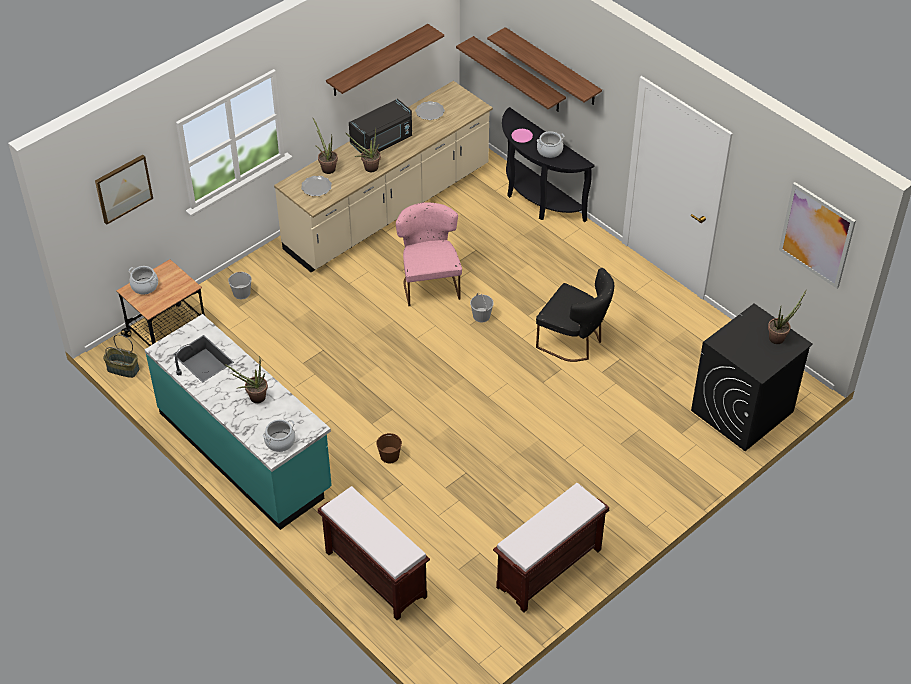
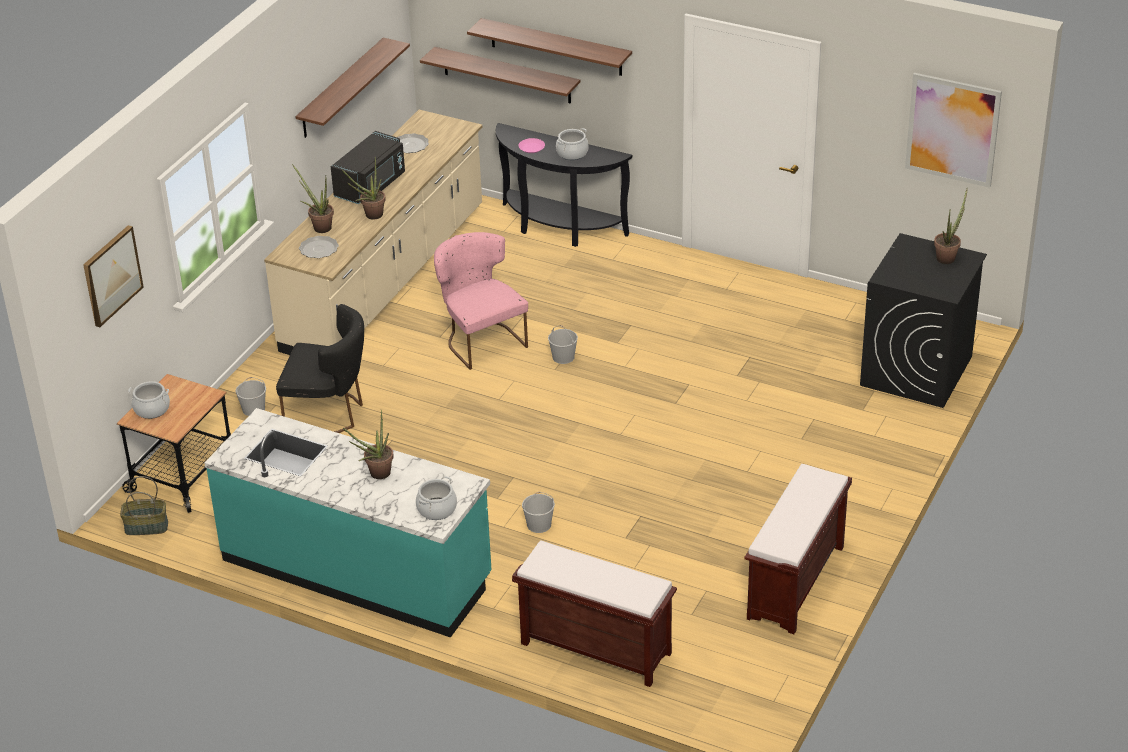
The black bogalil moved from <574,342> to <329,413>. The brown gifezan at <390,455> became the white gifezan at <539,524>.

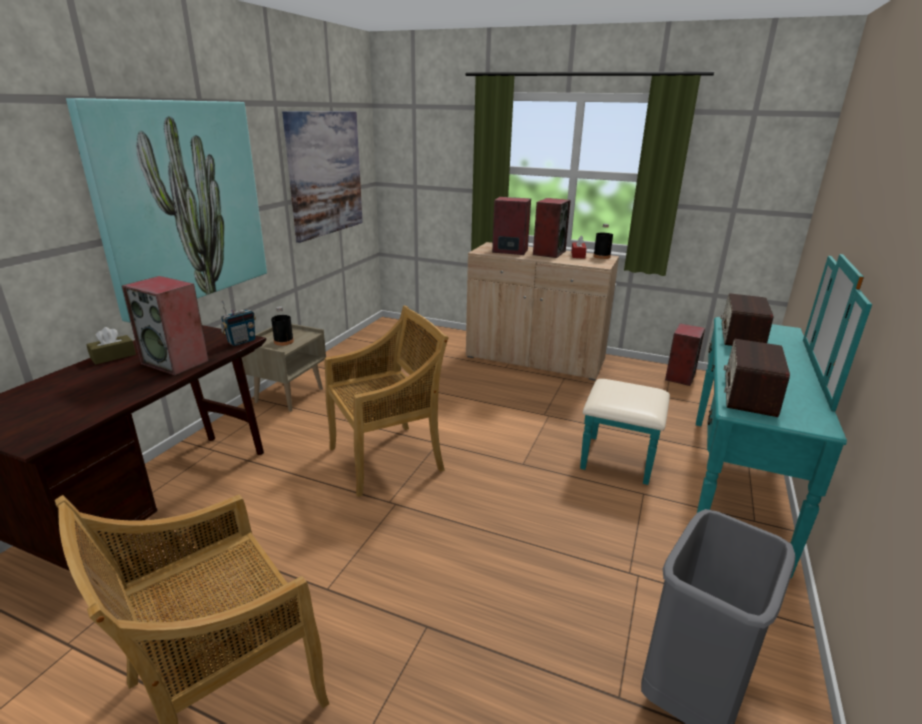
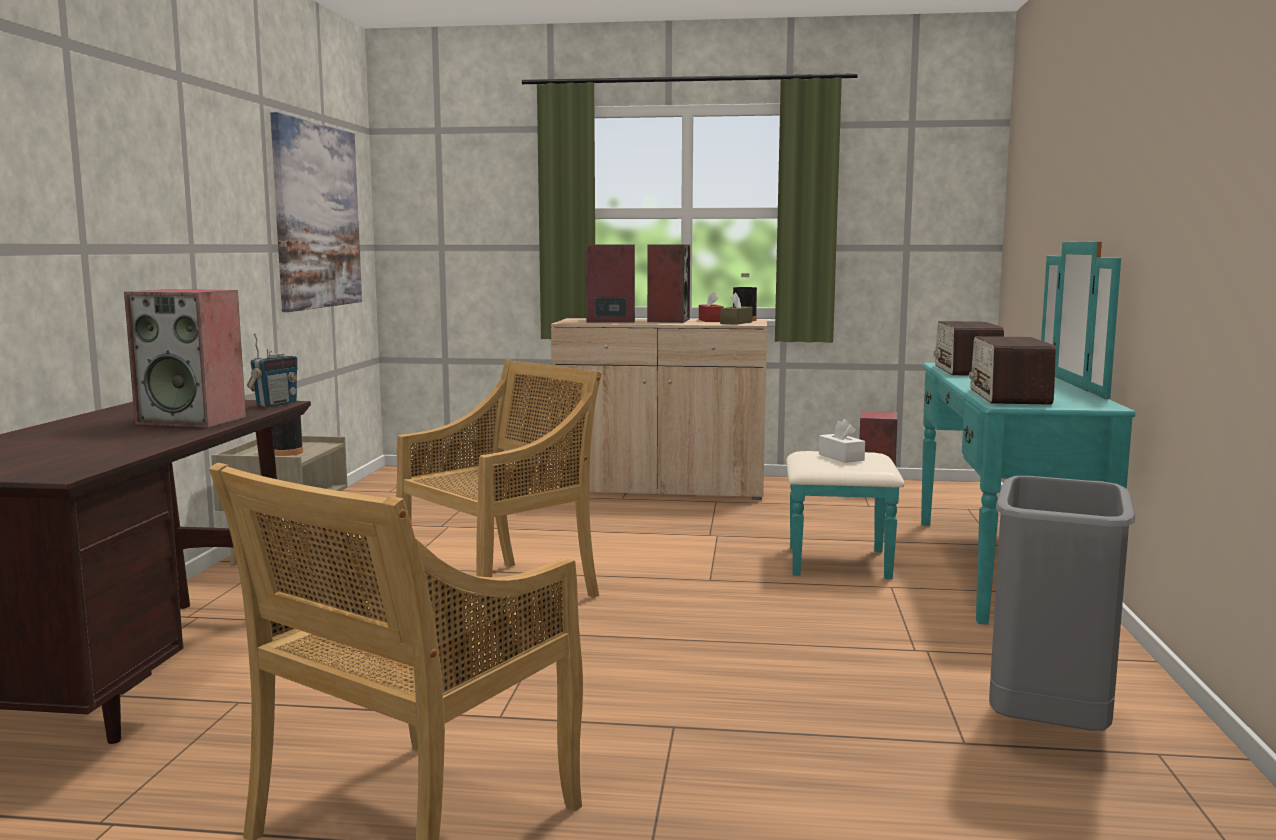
The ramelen at <182,203> disappeared. The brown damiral moved from <113,356> to <736,323>. The white damiral at <841,457> appeared.

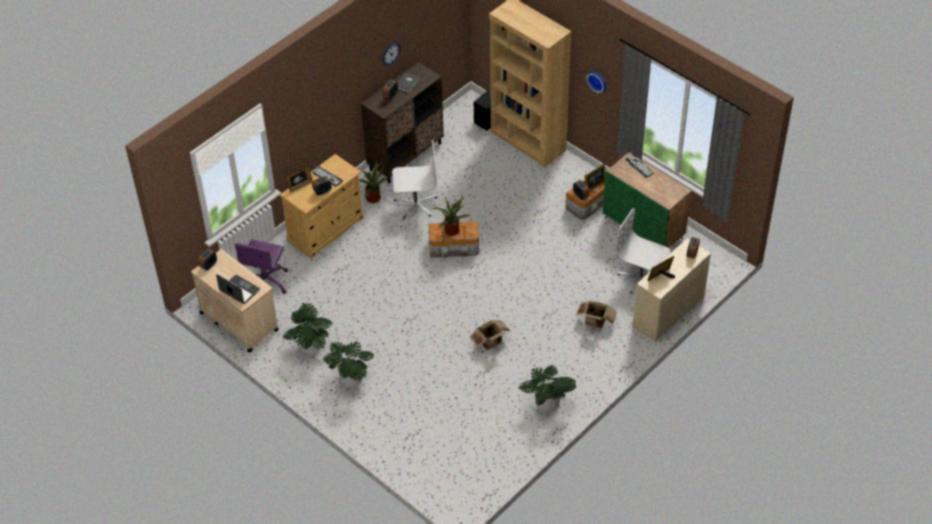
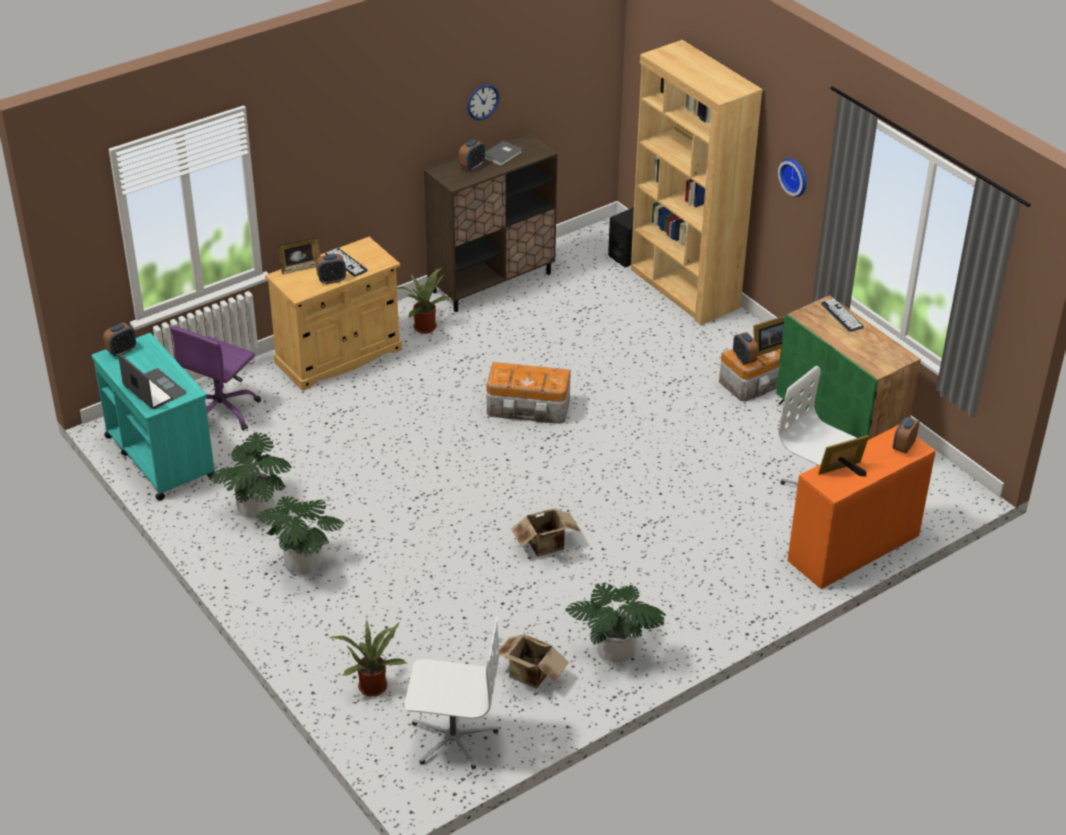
The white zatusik moved from <415,204> to <452,738>. The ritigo moved from <451,229> to <373,684>. The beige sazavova at <667,311> became the orange sazavova at <852,548>. The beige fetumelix at <238,321> became the turquoise fetumelix at <160,456>. The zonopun moved from <595,322> to <530,676>.

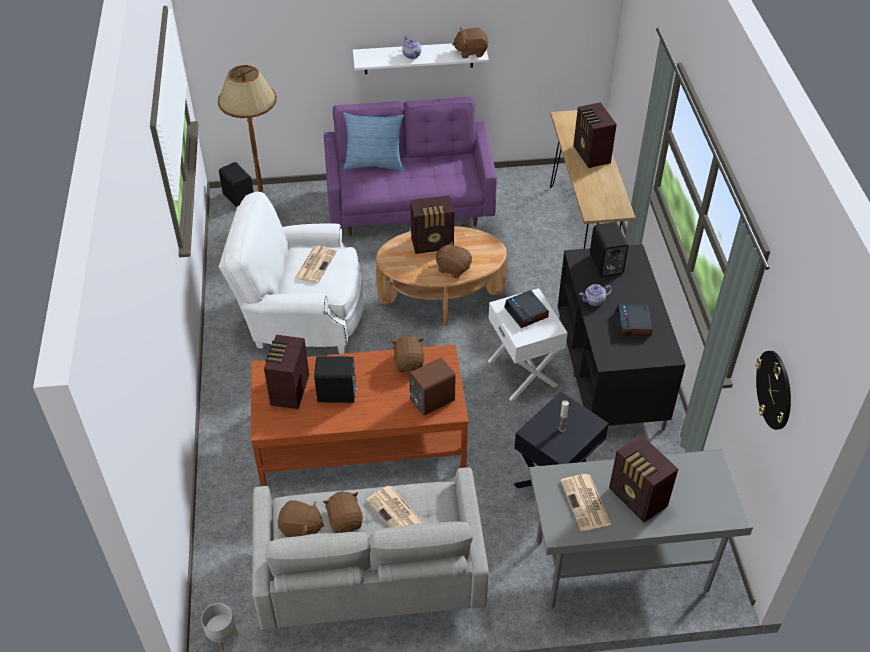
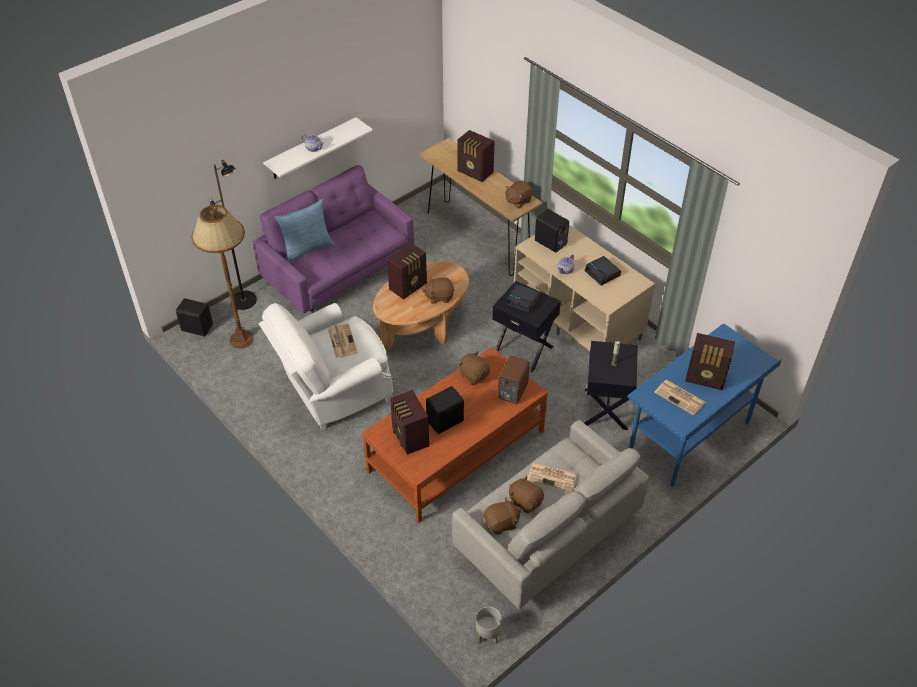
The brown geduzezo moved from <470,52> to <518,201>. The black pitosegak at <611,373> became the beige pitosegak at <578,321>. The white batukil at <523,373> became the black batukil at <524,349>. The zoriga at <774,389> disappeared. The grey sazavova at <620,568> became the blue sazavova at <689,438>. The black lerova at <244,301> appeared.

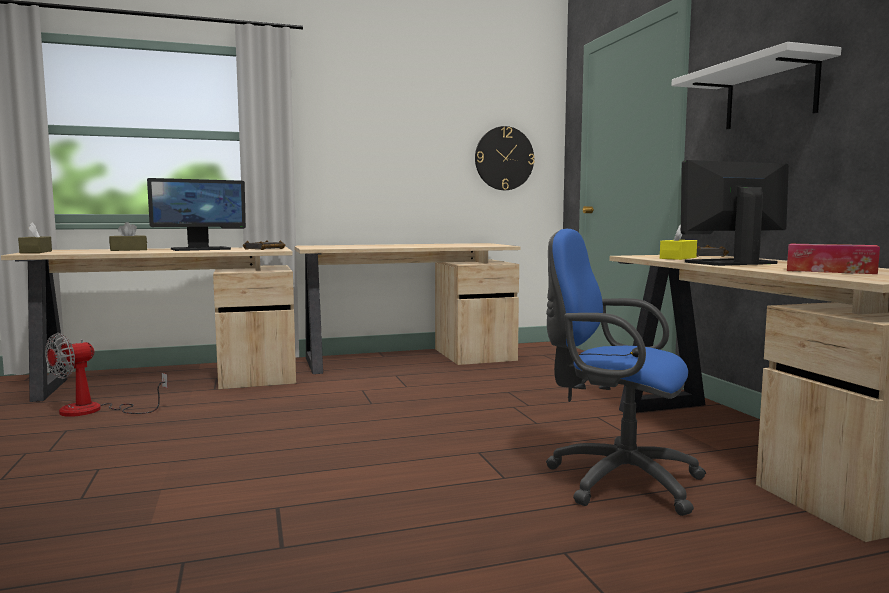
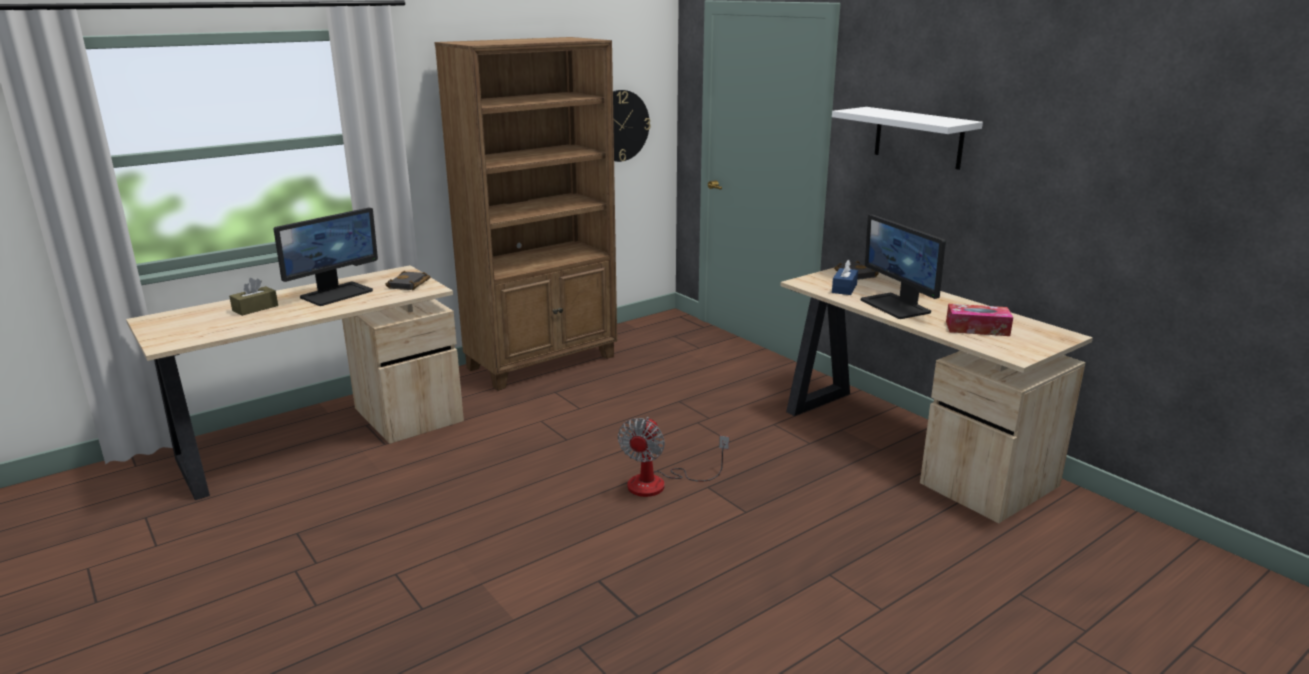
The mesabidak at <731,263> turned 75 degrees counterclockwise. The brown damiral at <36,252> disappeared. The yellow damiral at <678,258> became the blue damiral at <844,288>. The blue zatusik at <615,480> disappeared. The beige sazavova at <406,359> was replaced by the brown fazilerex at <543,362>. The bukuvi moved from <94,410> to <659,483>.

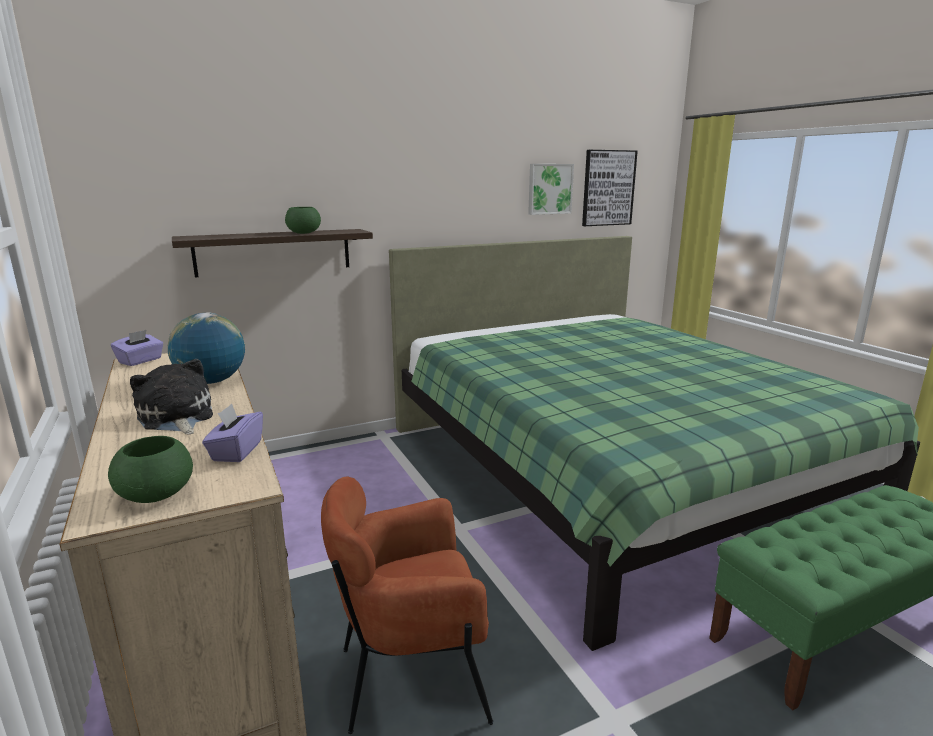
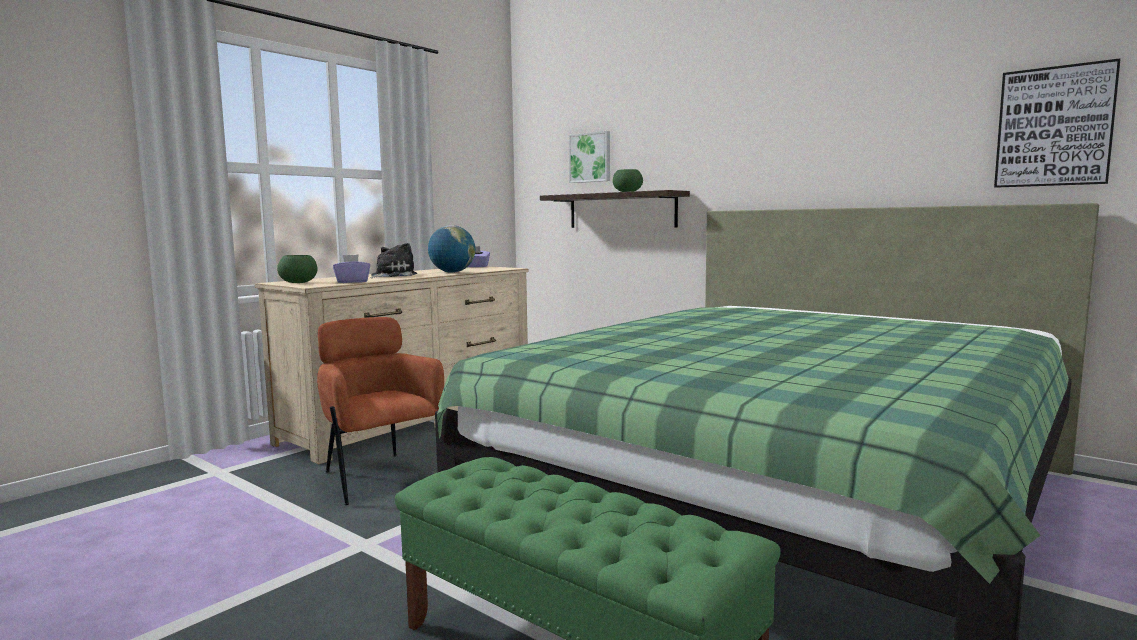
The ramelen moved from <549,189> to <590,157>.

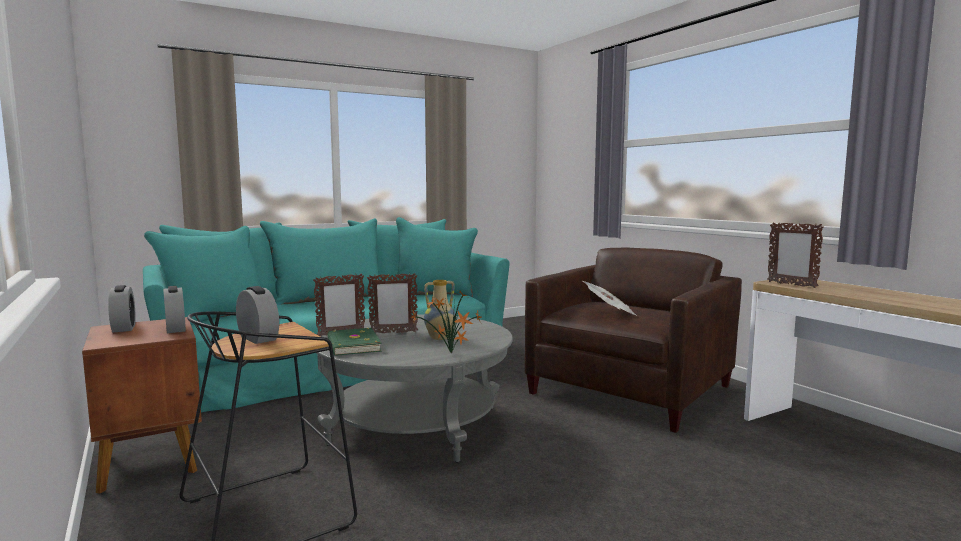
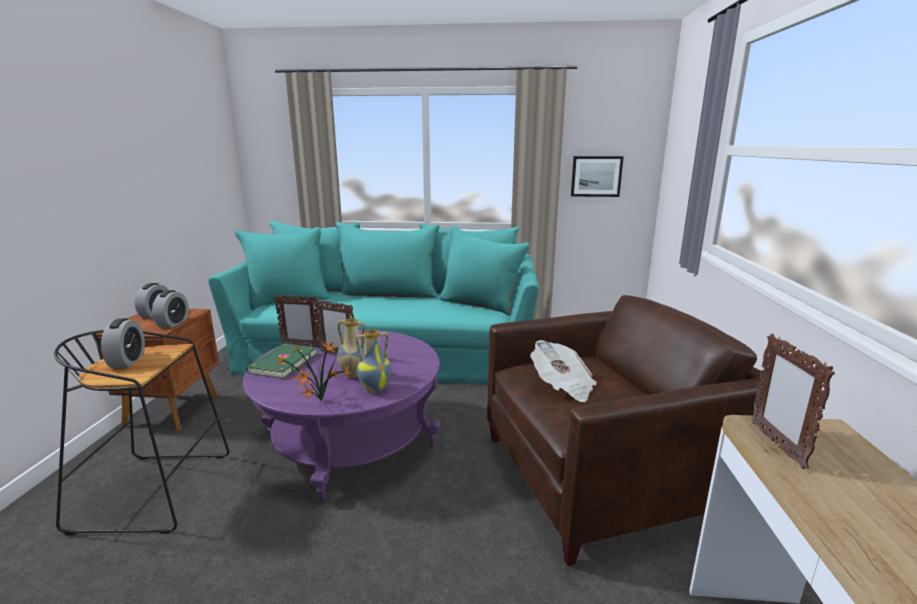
The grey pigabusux at <415,425> became the purple pigabusux at <351,441>. The ramelen at <596,176> appeared. The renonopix at <375,388> appeared.

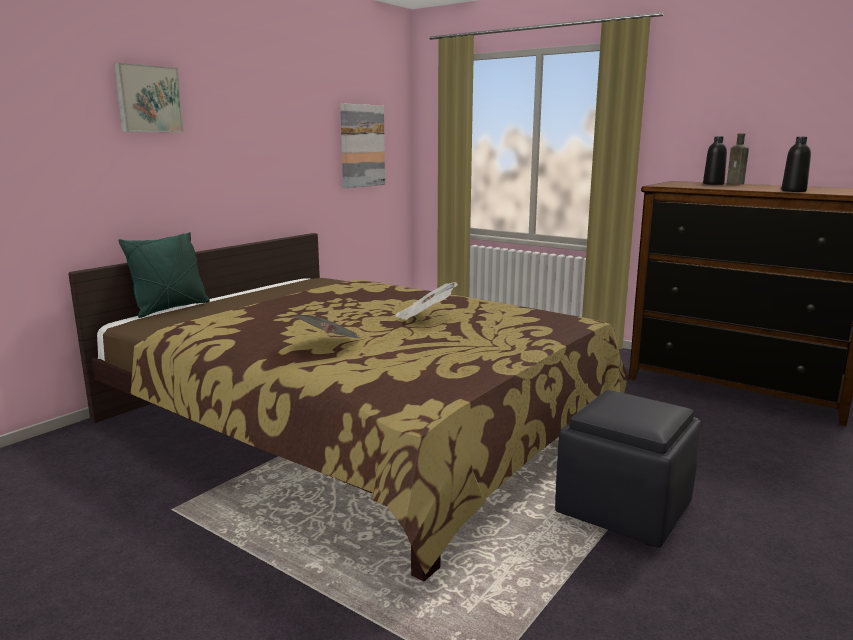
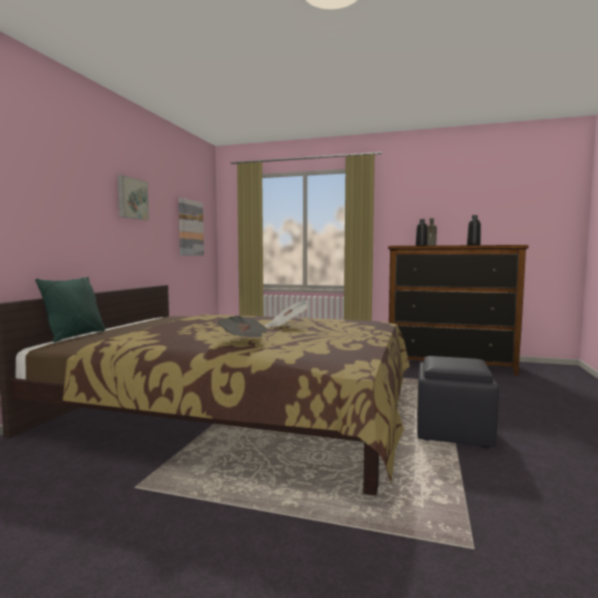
The ramelen moved from <148,99> to <132,198>.

